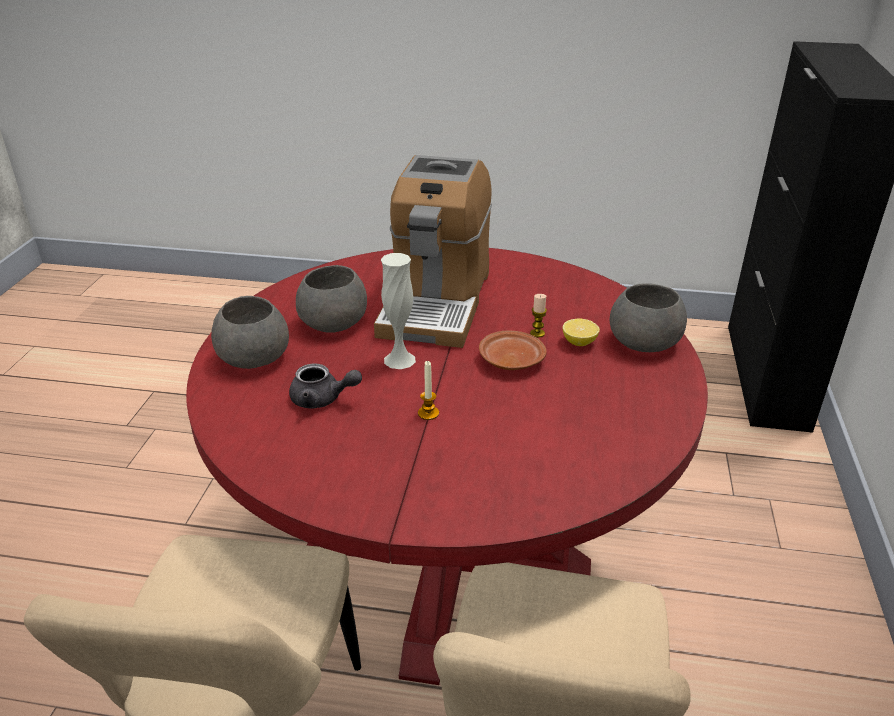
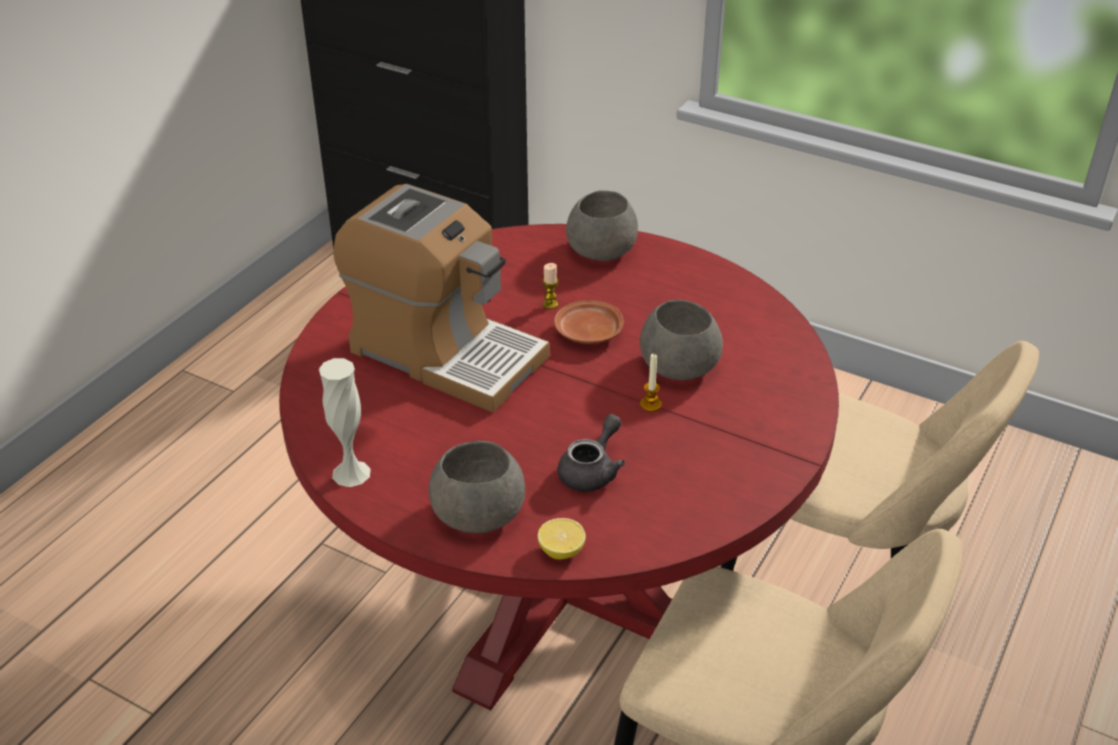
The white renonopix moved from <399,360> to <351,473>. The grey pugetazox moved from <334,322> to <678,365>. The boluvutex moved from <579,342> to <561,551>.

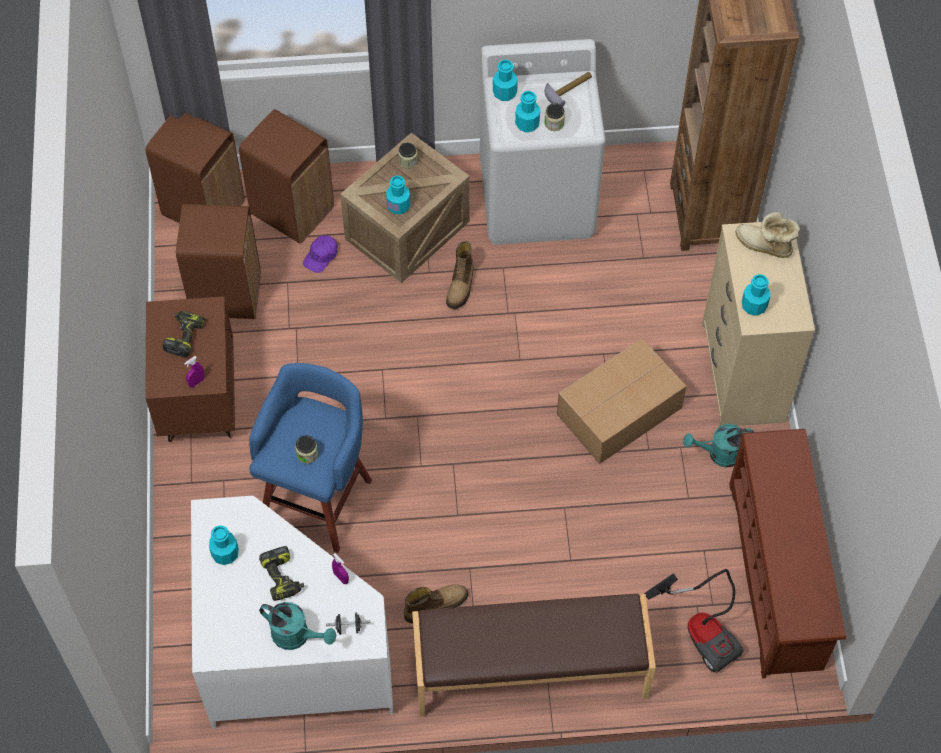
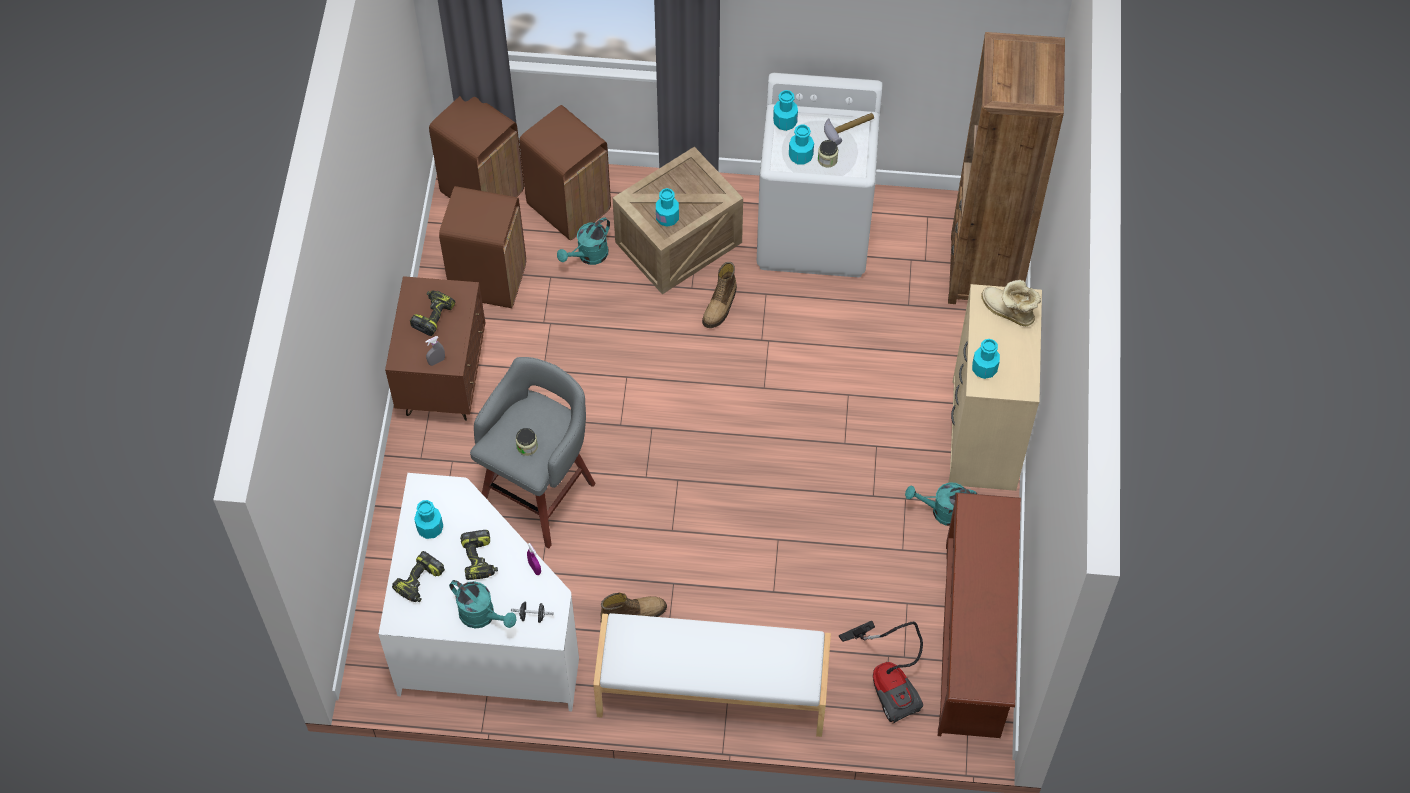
The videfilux at <408,161> disappeared. The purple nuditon at <321,256> was replaced by the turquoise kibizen at <588,256>. The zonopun at <621,411> disappeared. The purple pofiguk at <196,382> became the grey pofiguk at <436,361>. The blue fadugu at <318,498> became the grey fadugu at <540,493>. The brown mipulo at <530,672> became the white mipulo at <712,693>. The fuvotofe at <420,582> appeared.

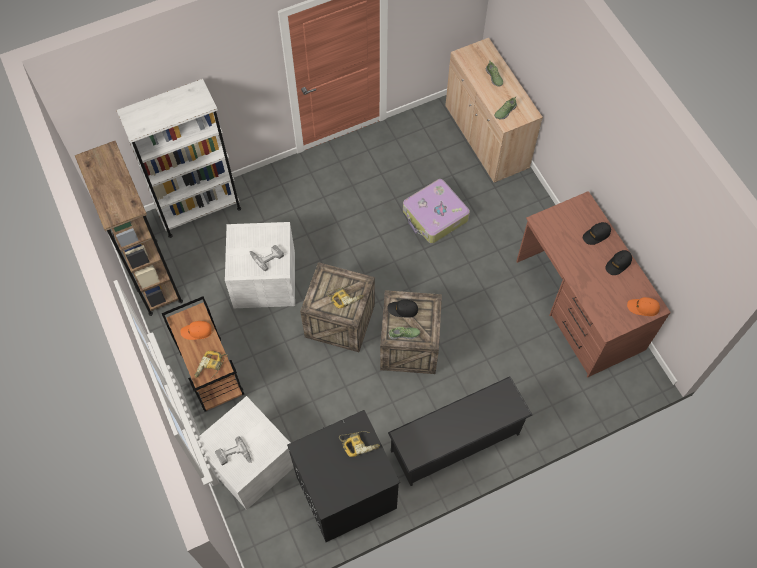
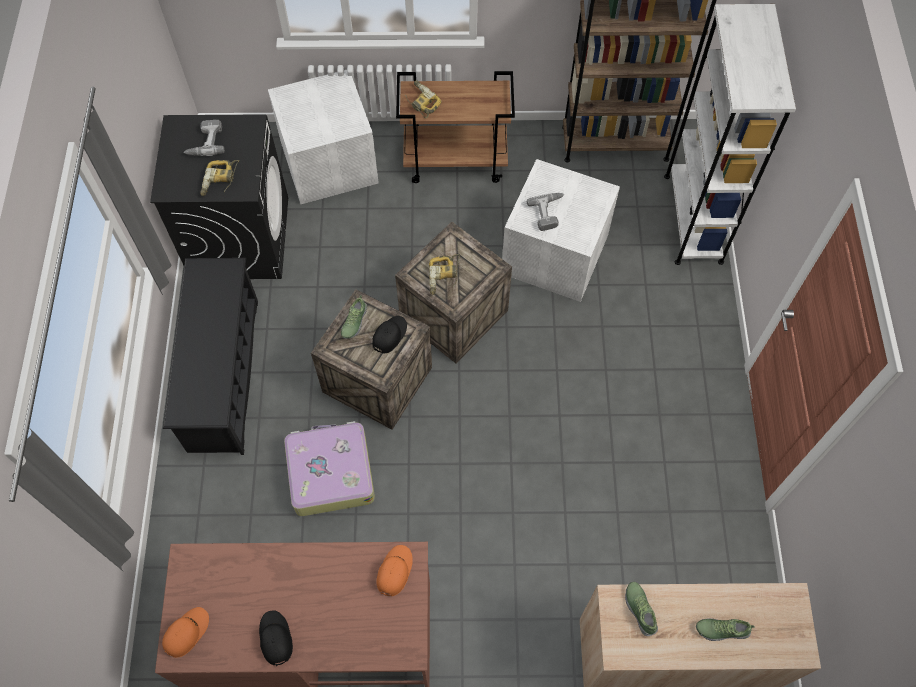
The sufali moved from <435,216> to <330,473>. The black nuditon at <596,235> disappeared. The orange nuditon moved from <197,331> to <394,571>. The fuvotofe moved from <234,456> to <205,142>.

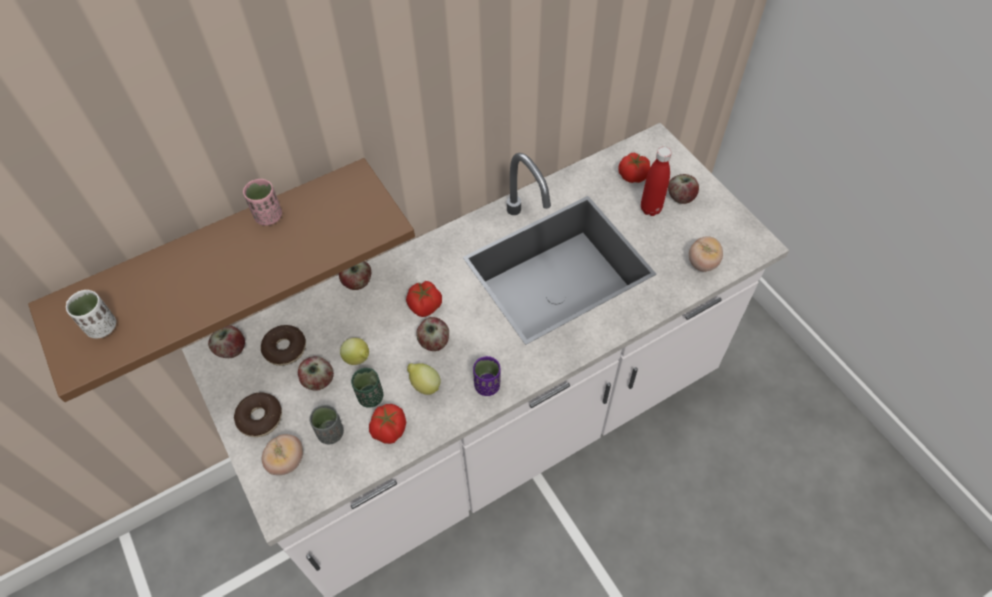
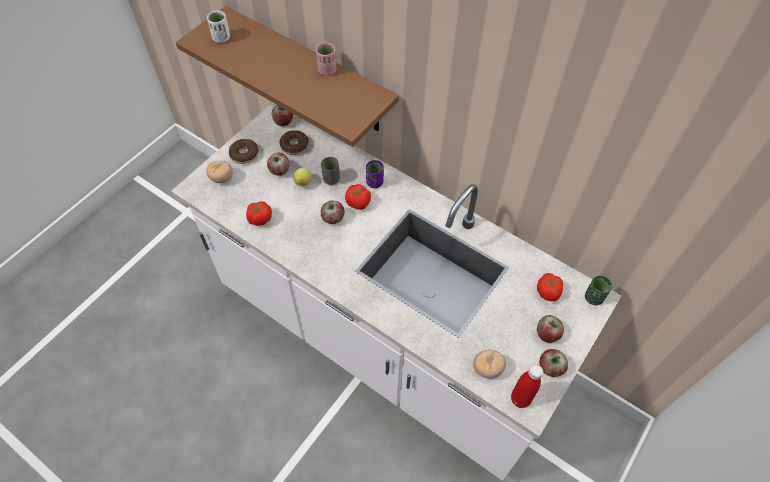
The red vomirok moved from <650,209> to <520,399>. The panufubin moved from <357,282> to <550,368>. The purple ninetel moved from <487,385> to <374,182>. The boluvutex at <424,385> disappeared. The green ninetel moved from <370,397> to <593,297>. The grey ninetel moved from <331,433> to <331,179>.

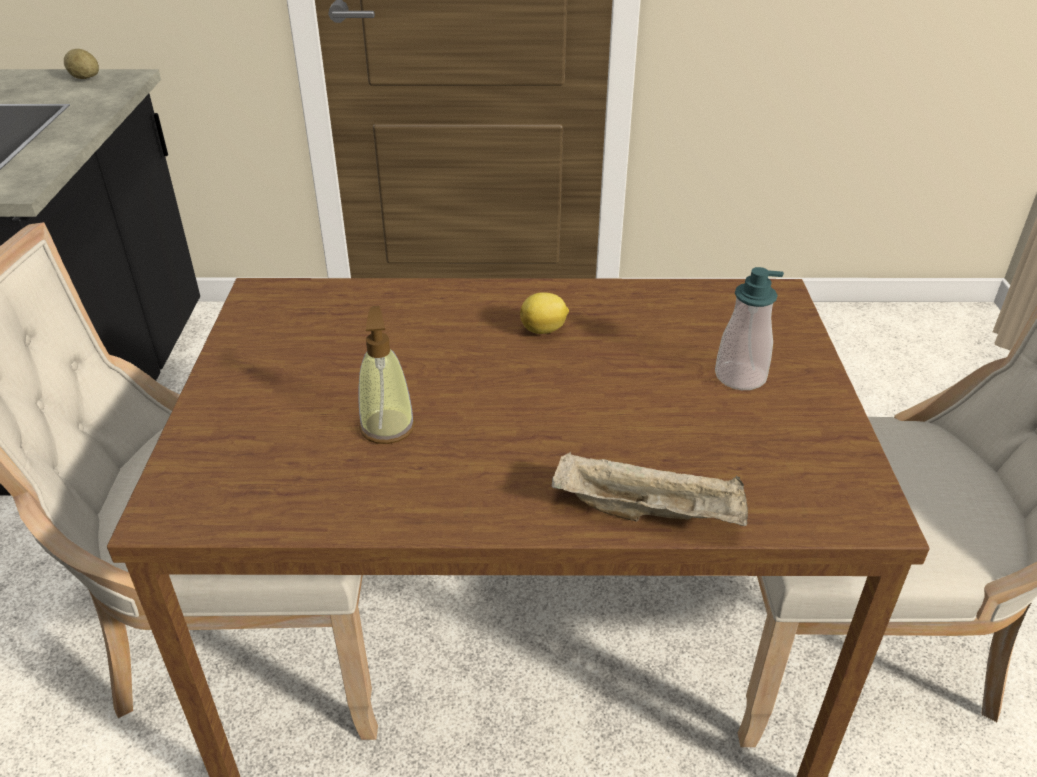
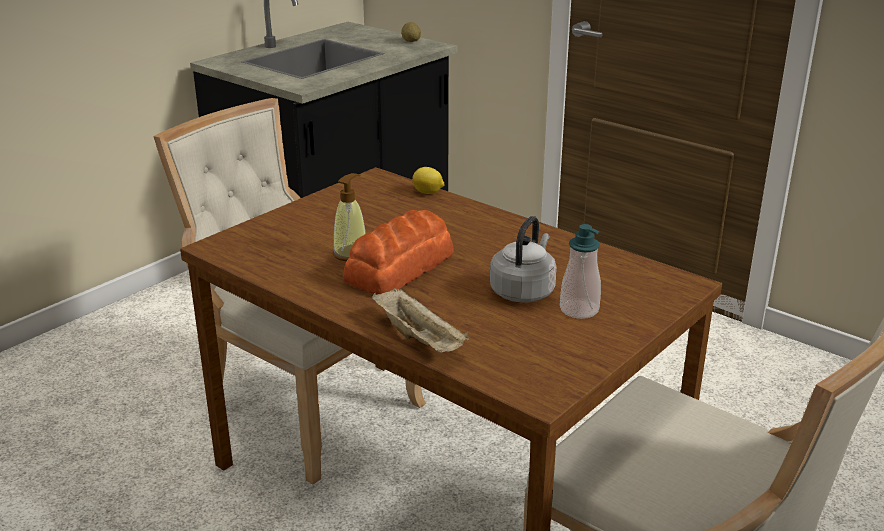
The boluvutex moved from <544,330> to <428,192>. The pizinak at <401,267> appeared. The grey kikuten at <523,291> appeared.

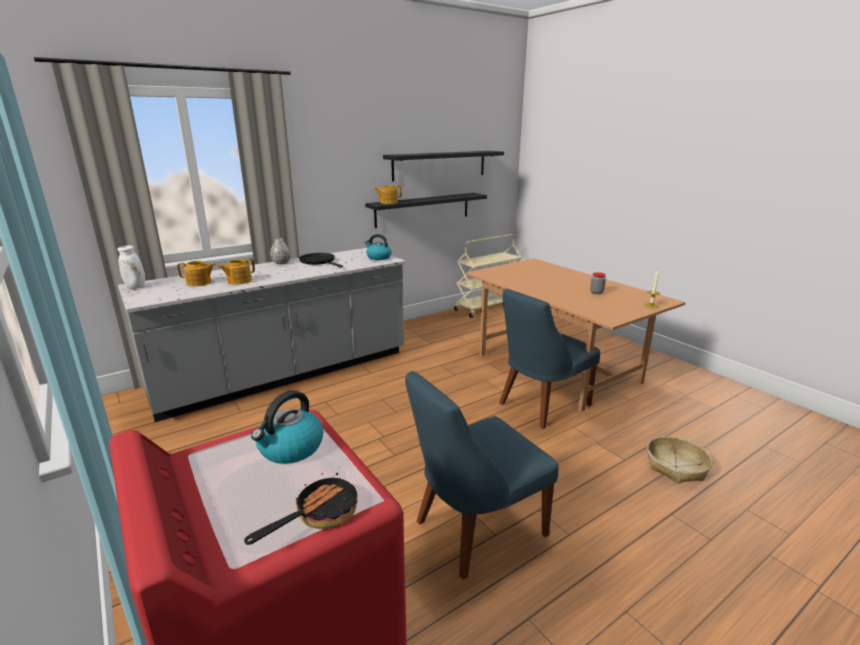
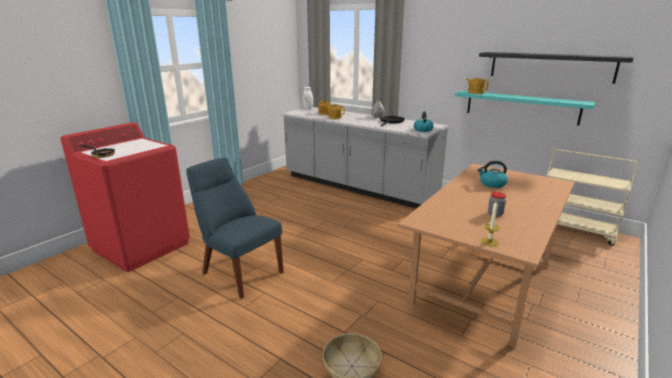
The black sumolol at <423,209> became the turquoise sumolol at <521,107>. The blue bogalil at <541,405> disappeared. The kikuten moved from <290,448> to <492,184>.

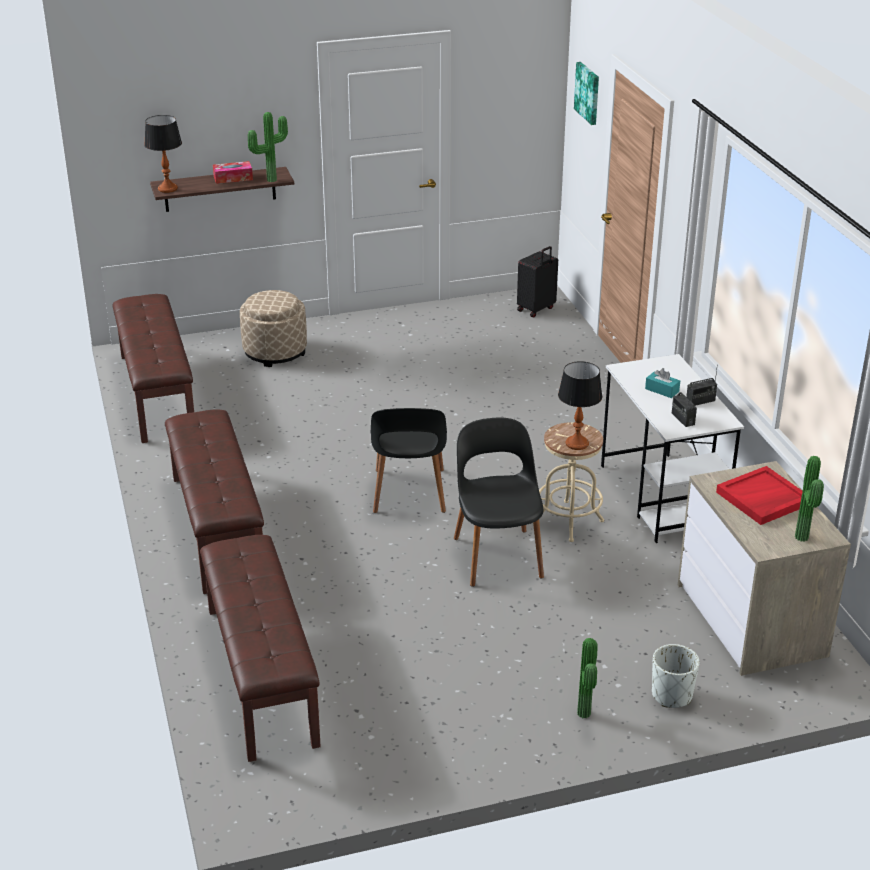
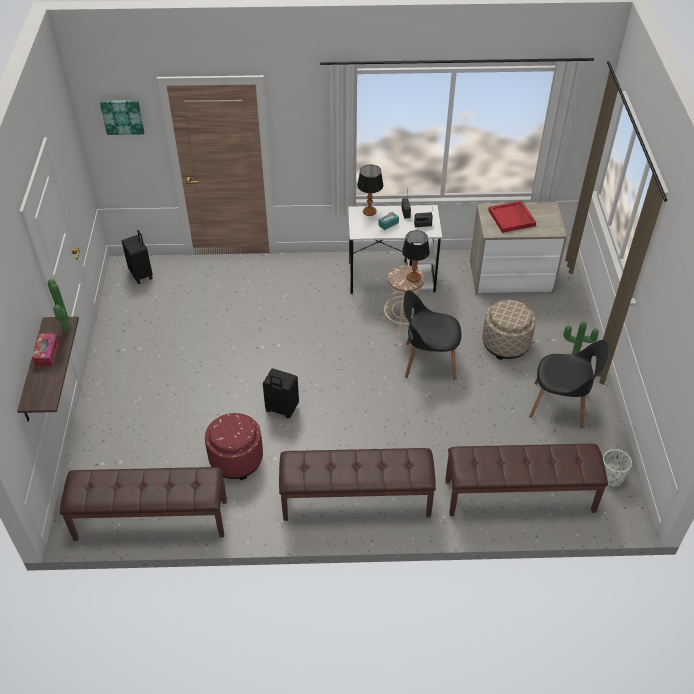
The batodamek moved from <168,189> to <369,211>. The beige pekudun moved from <275,352> to <505,343>. The black bogalil moved from <409,493> to <560,405>. The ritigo at <804,537> disappeared. The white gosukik moved from <671,695> to <611,477>. The black sufali at <281,409> appeared. The red pekudun at <236,459> appeared.

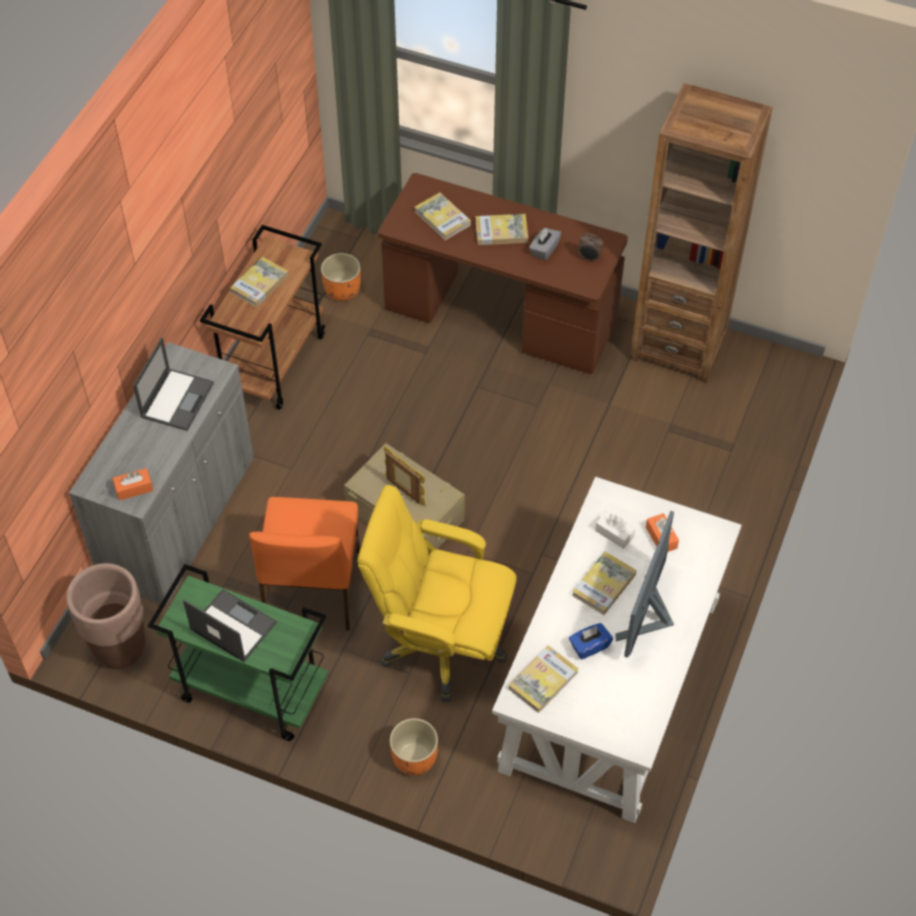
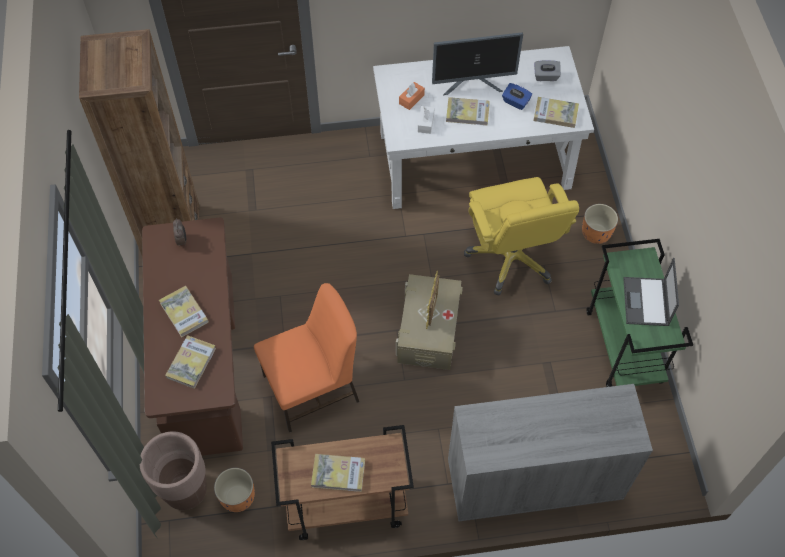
The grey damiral moved from <544,250> to <546,76>. The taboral at <177,399> disappeared. The orange damiral at <134,488> disappeared. The orange bogalil moved from <311,589> to <313,388>. The brown gosukik moved from <120,648> to <186,491>.

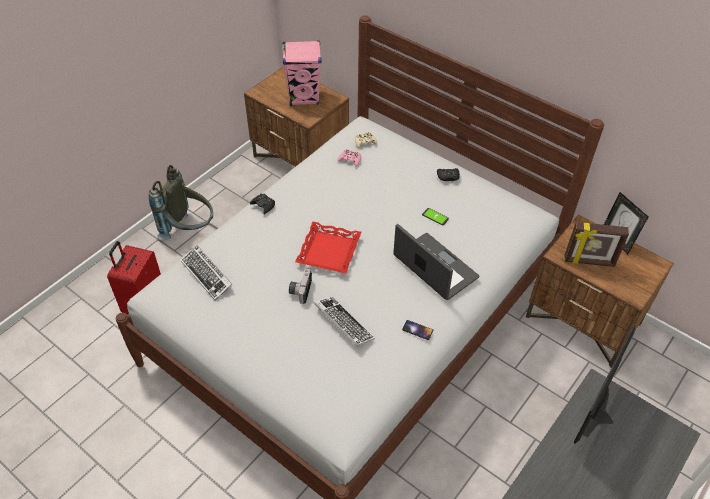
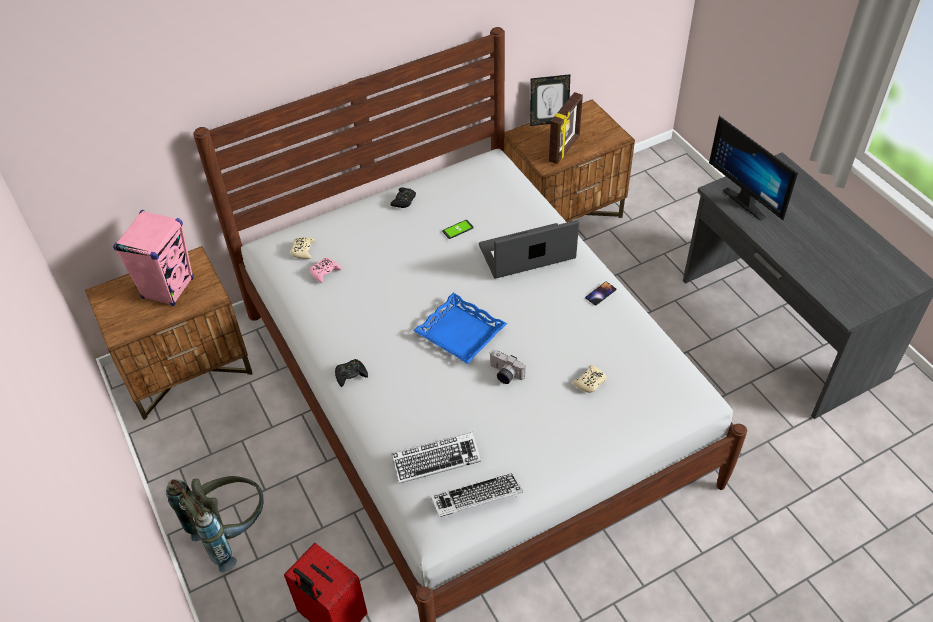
The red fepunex at <328,251> became the blue fepunex at <459,333>. The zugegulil moved from <343,323> to <477,498>. The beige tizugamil at <590,382> appeared.

